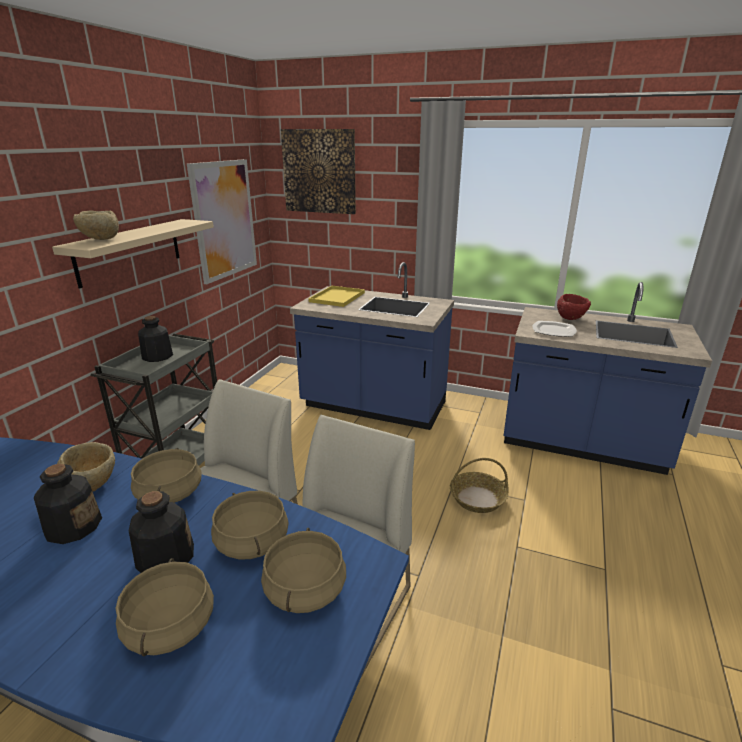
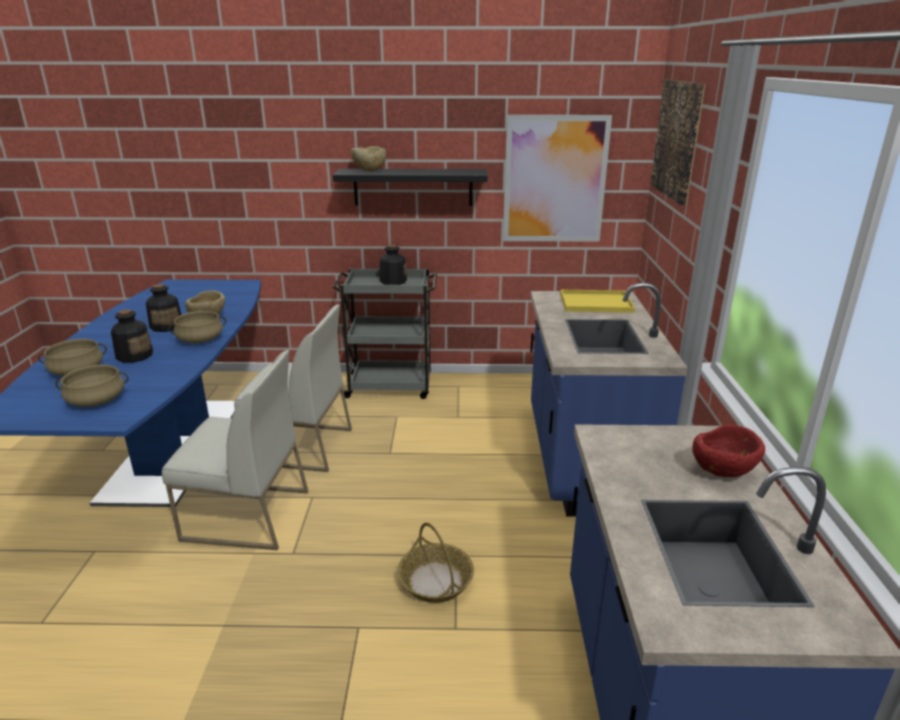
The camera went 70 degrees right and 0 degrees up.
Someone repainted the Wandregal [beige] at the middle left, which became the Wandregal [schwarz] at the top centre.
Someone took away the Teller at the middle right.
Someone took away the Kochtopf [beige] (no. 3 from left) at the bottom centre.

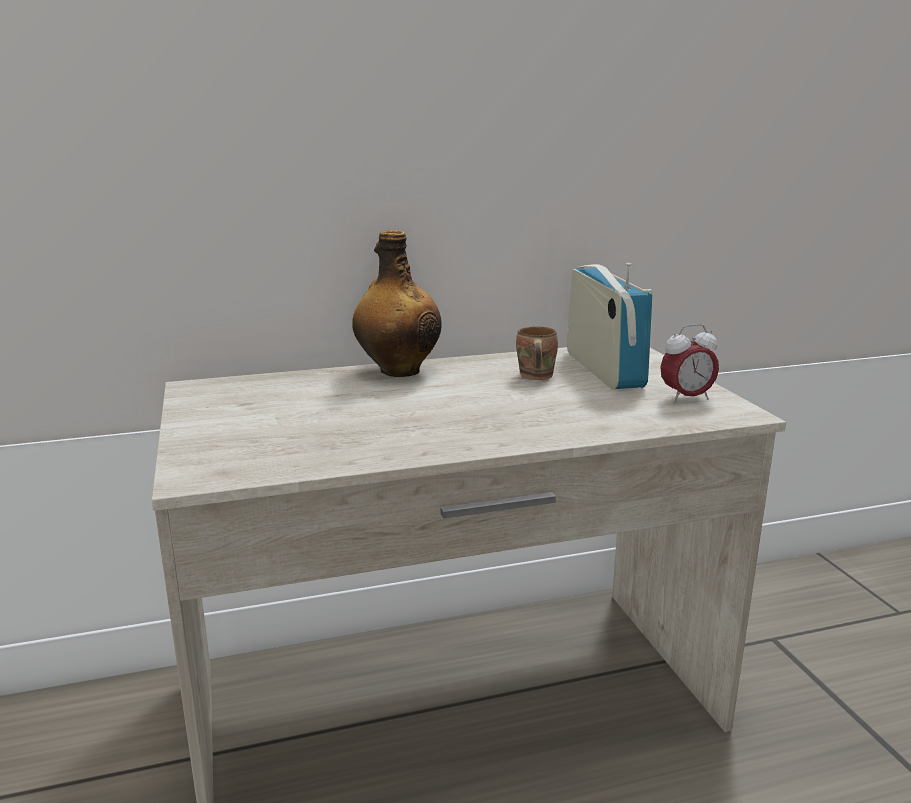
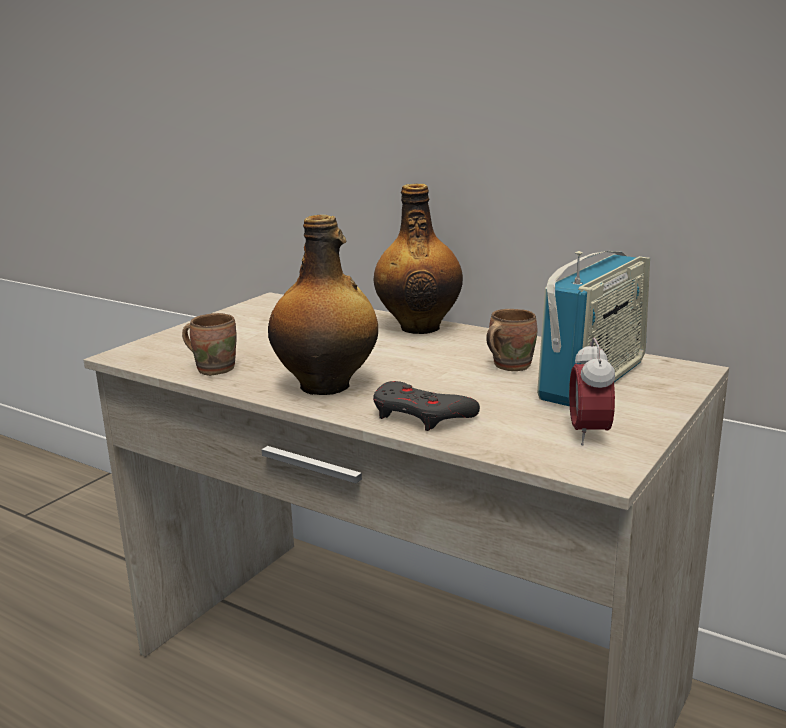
The camera went 50 degrees right and 0 degrees up.
Someone rotated the Wecker at the middle right by 60 degrees clockwise.
Someone put down the Flasche (no. 1 from left) at the centre.
Someone put down the Henkelbecher [braun] (no. 1 from left) at the middle left.
Someone put down the Gamepad [grau] at the centre.

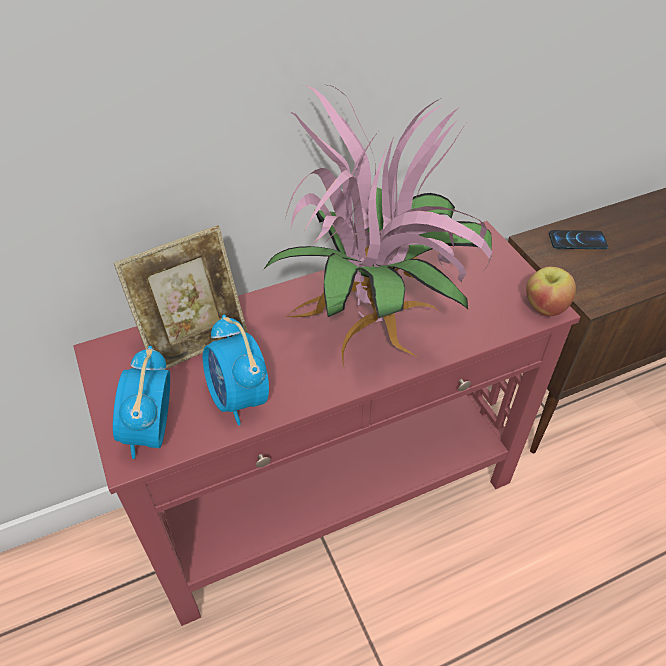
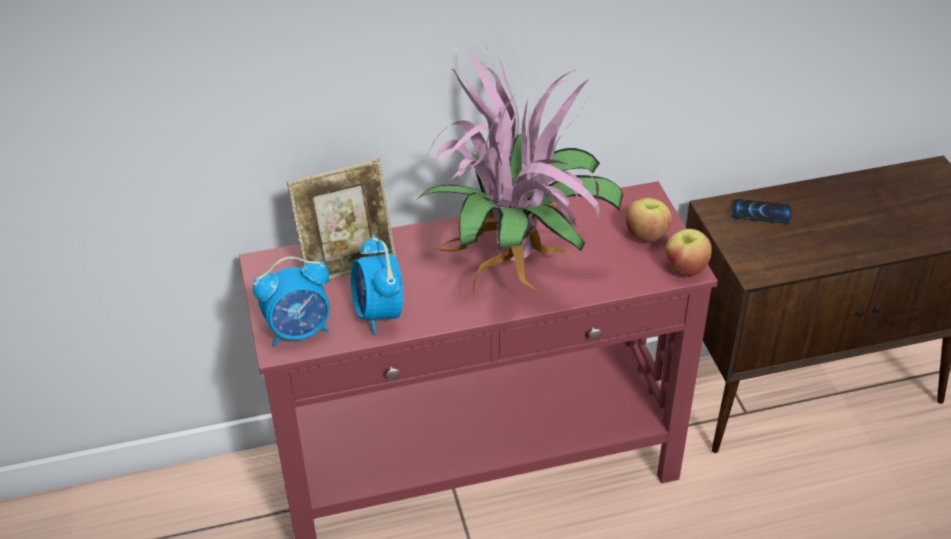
The camera went 10 degrees right and 5 degrees down.
Someone rotated the Wecker (no. 1 from left) at the middle left by 120 degrees counterclockwise.
Someone put down the Apfel (no. 1 from left) at the middle right.

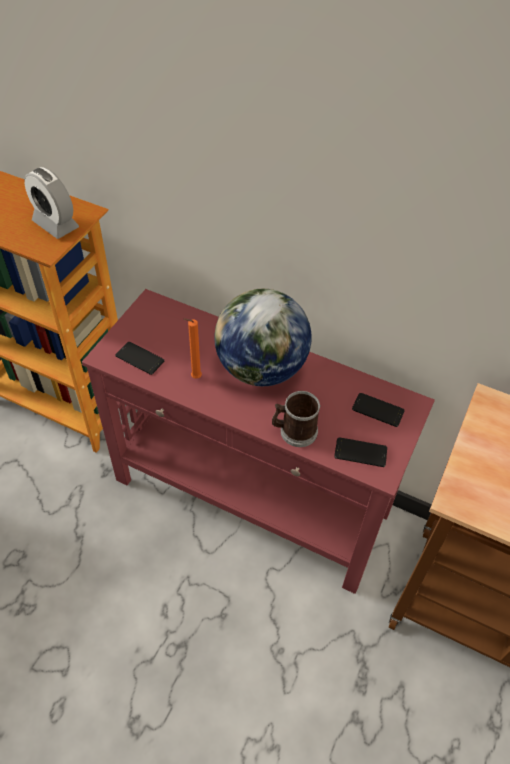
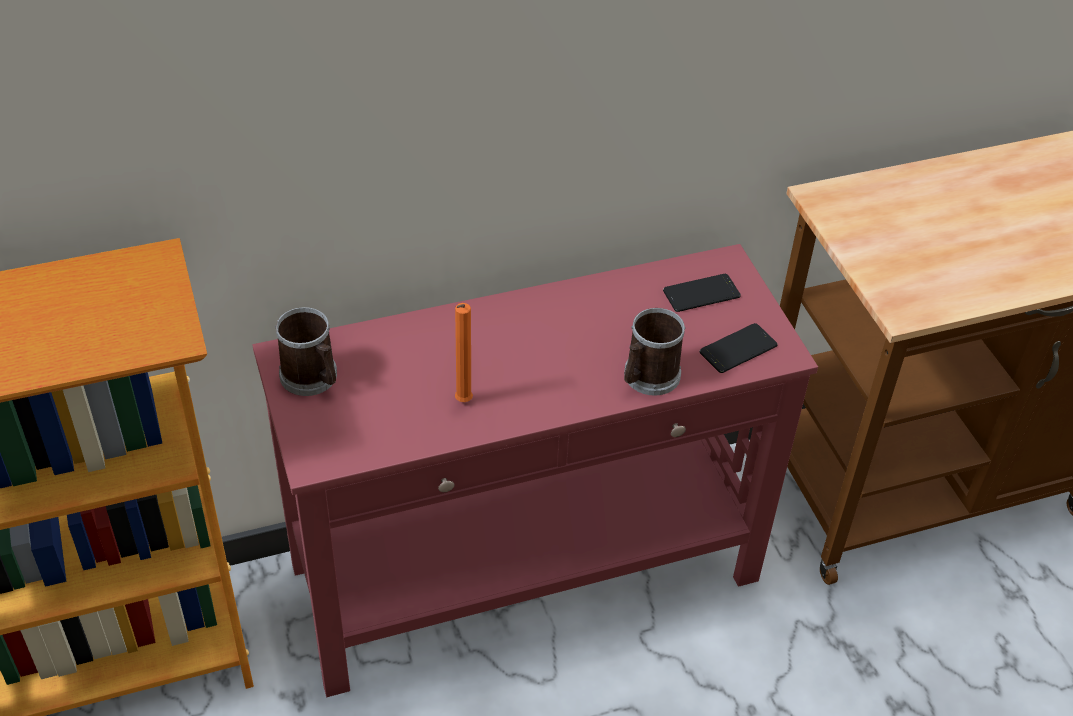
The camera went 45 degrees left and 5 degrees down.
Someone took away the Wecker at the top left.
Someone took away the Globus at the centre.
Someone took away the Handy (no. 1 from left) at the middle left.
Someone put down the Henkelbecher (no. 1 from left) at the middle left.

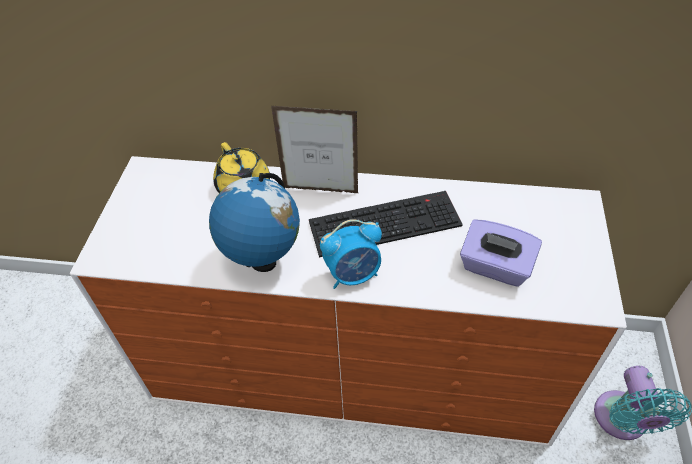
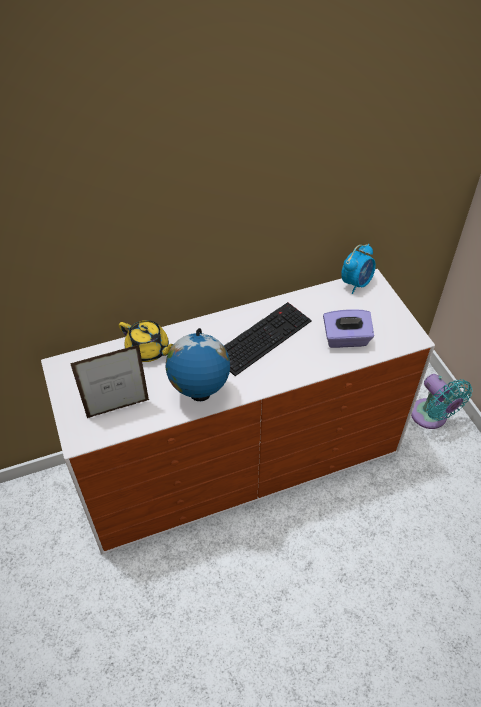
The camera went 30 degrees left and 0 degrees up.
Someone carried the Bilderrahmen from the top centre to the middle left.
Someone carried the Wecker from the centre to the middle right.

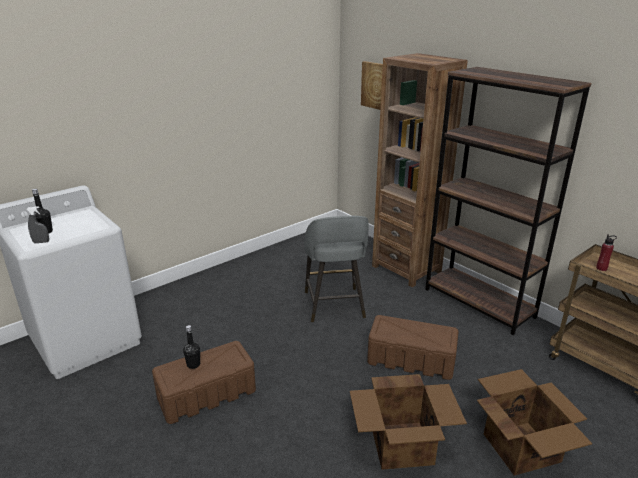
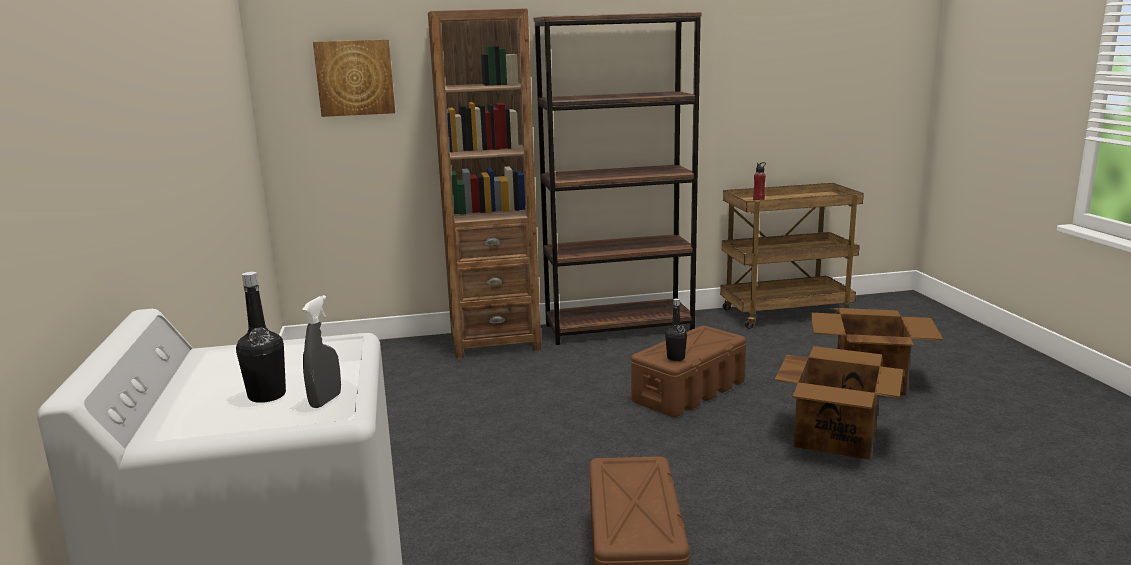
The camera went 60 degrees left and 10 degrees down.
Someone took away the Hocker [grau] at the centre.
Someone carried the Flasche [schwarz] (no. 2 from left) from the bottom left to the centre.

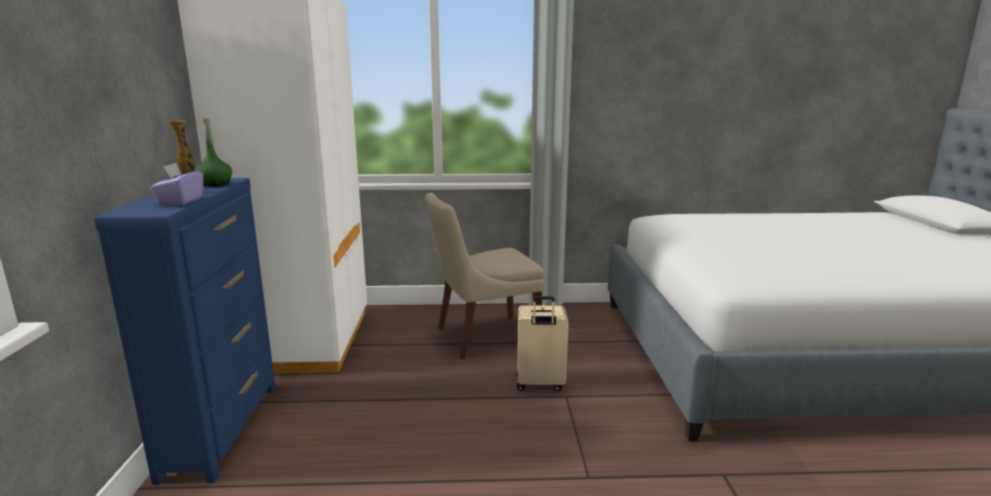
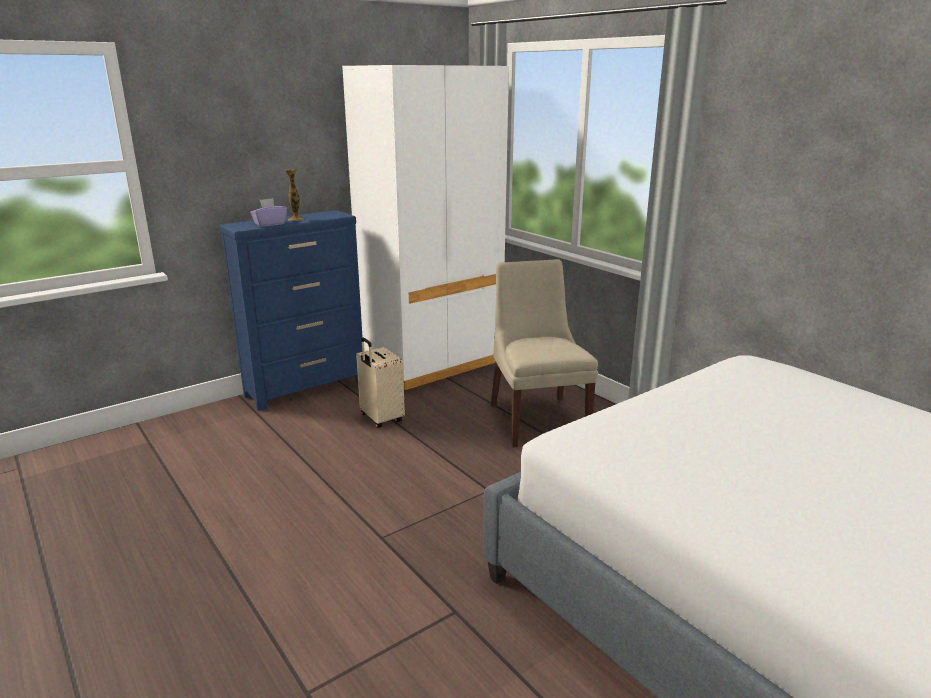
The camera went 55 degrees right and 5 degrees up.
Someone took away the Flasche [grün] at the top left.
Someone rotated the Stuhl [beige] at the centre by 45 degrees clockwise.
Someone carried the Koffer [beige] from the bottom centre to the centre.

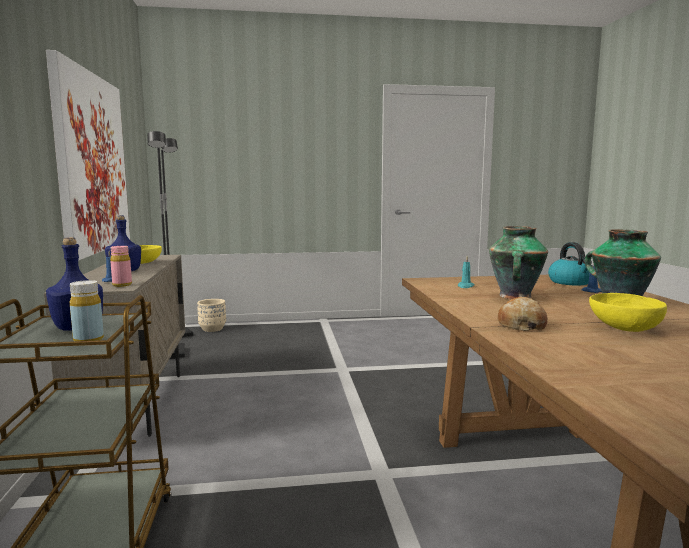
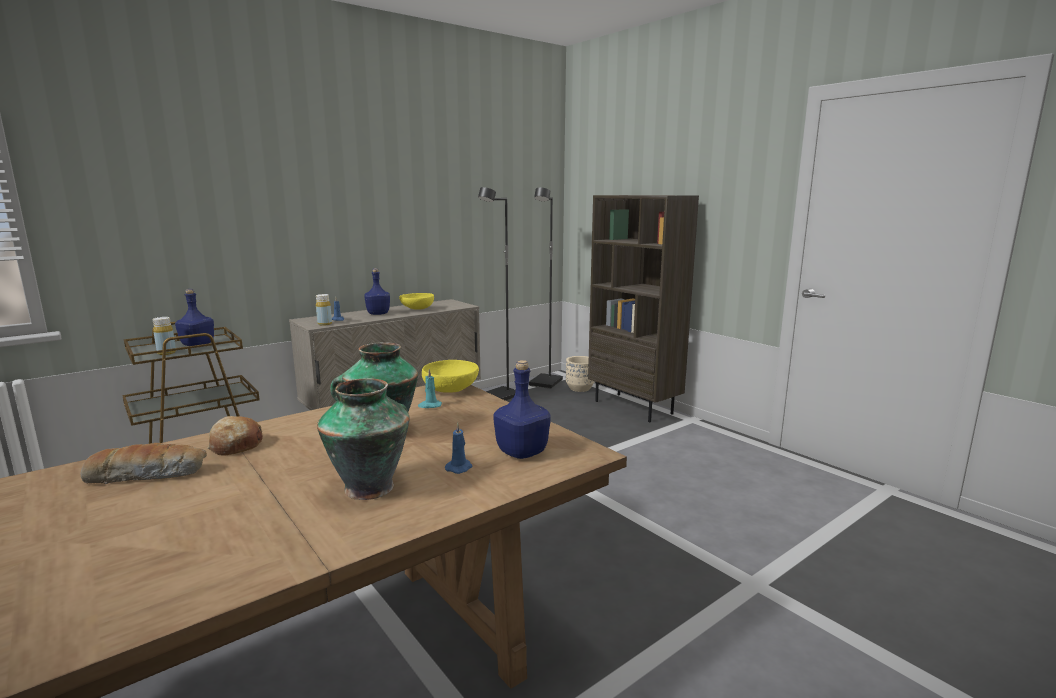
The camera went 60 degrees right and 5 degrees up.
Someone took away the Bild at the top left.
Someone swapped the Wasserkessel at the middle right for the Flasche [blau] (no. 3 from left) at the centre.
Someone repainted the Flasche [rosa] at the middle left, which became the Flasche [gelb] (no. 2 from left) at the middle left.
Someone carried the Schüssel [gelb] (no. 2 from left) from the middle right to the centre.
Someone put down the Bücherregal [braun] at the centre.
Someone put down the Brot (no. 1 from left) at the middle left.

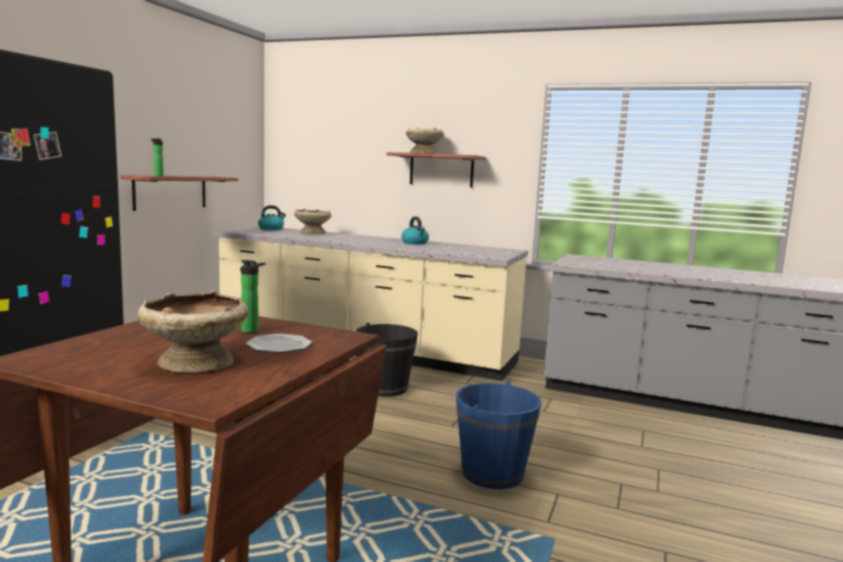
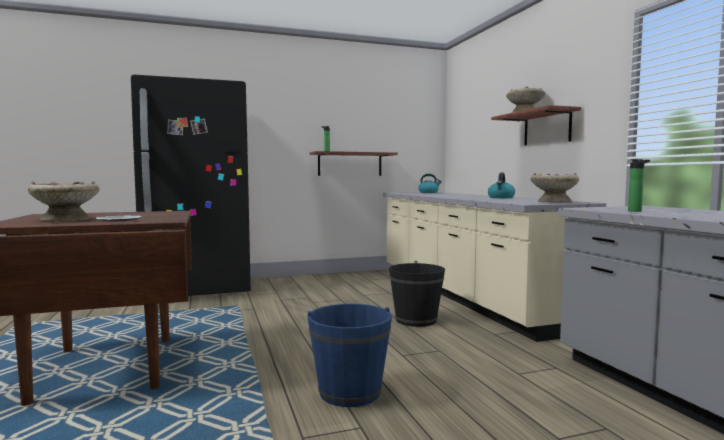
The camera went 50 degrees right and 5 degrees down.
Someone carried the Schüssel [beige] (no. 2 from left in the first image) from the centre to the middle right.
Someone carried the Flasche (no. 2 from left) from the middle left to the middle right.

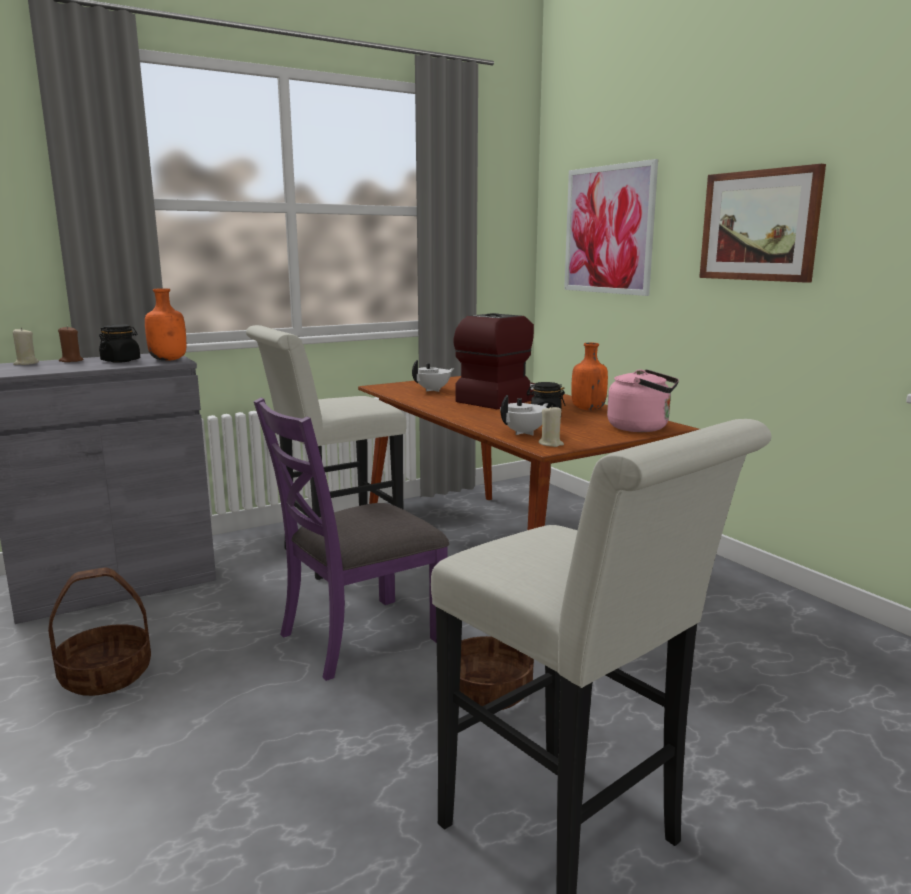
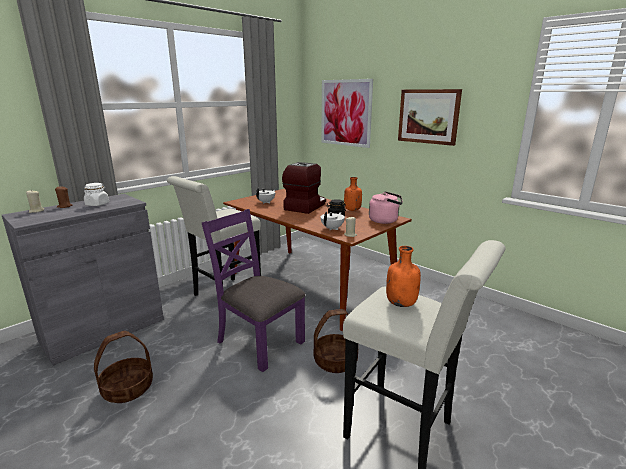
The camera went 15 degrees left and 5 degrees up.
Someone carried the Flasche [orange] (no. 1 from left in the first image) from the middle left to the centre.
Someone repainted the Vorratsglas [schwarz] (no. 1 from left) at the middle left, which became the Vorratsglas [weiß] at the middle left.
Someone rotated the Stuhl [lila] at the centre by 90 degrees clockwise.

